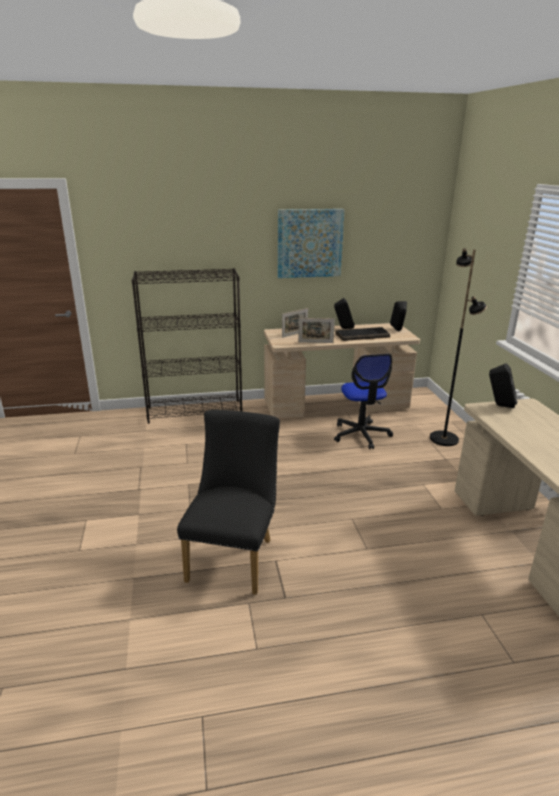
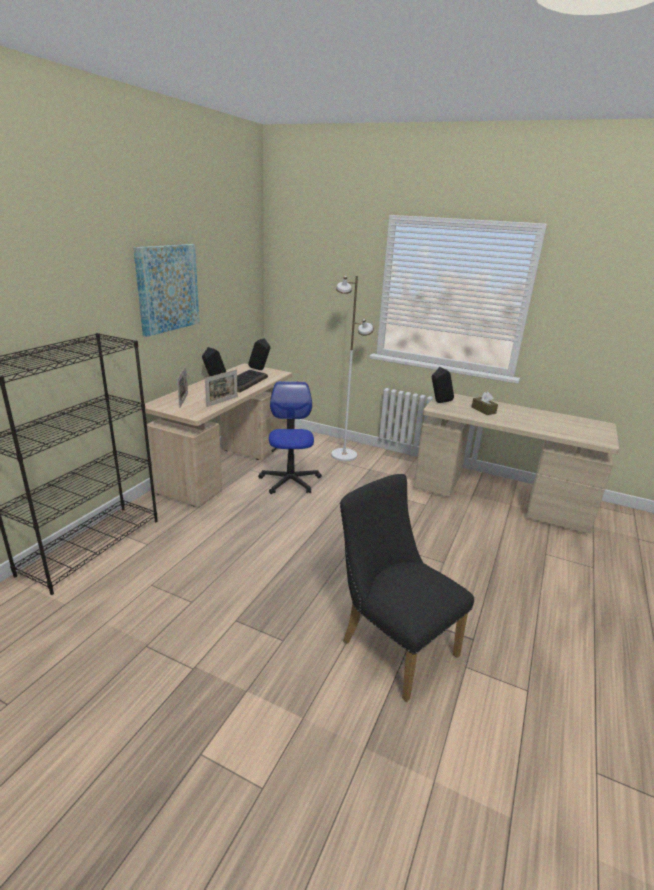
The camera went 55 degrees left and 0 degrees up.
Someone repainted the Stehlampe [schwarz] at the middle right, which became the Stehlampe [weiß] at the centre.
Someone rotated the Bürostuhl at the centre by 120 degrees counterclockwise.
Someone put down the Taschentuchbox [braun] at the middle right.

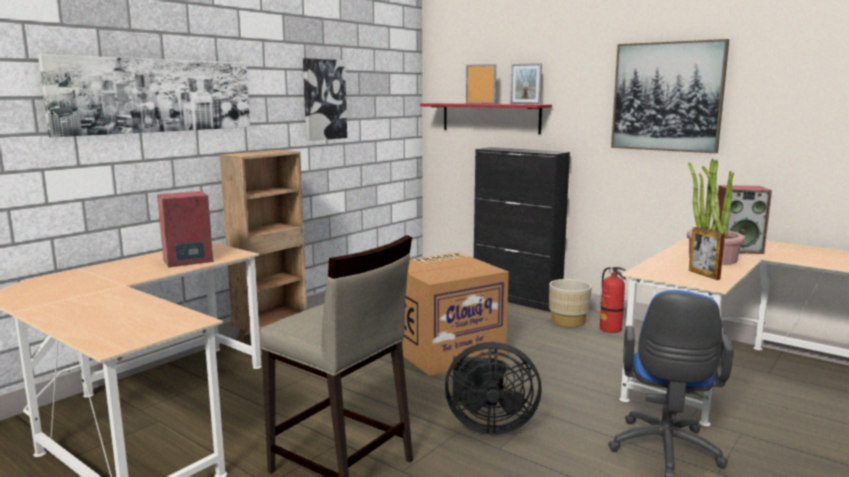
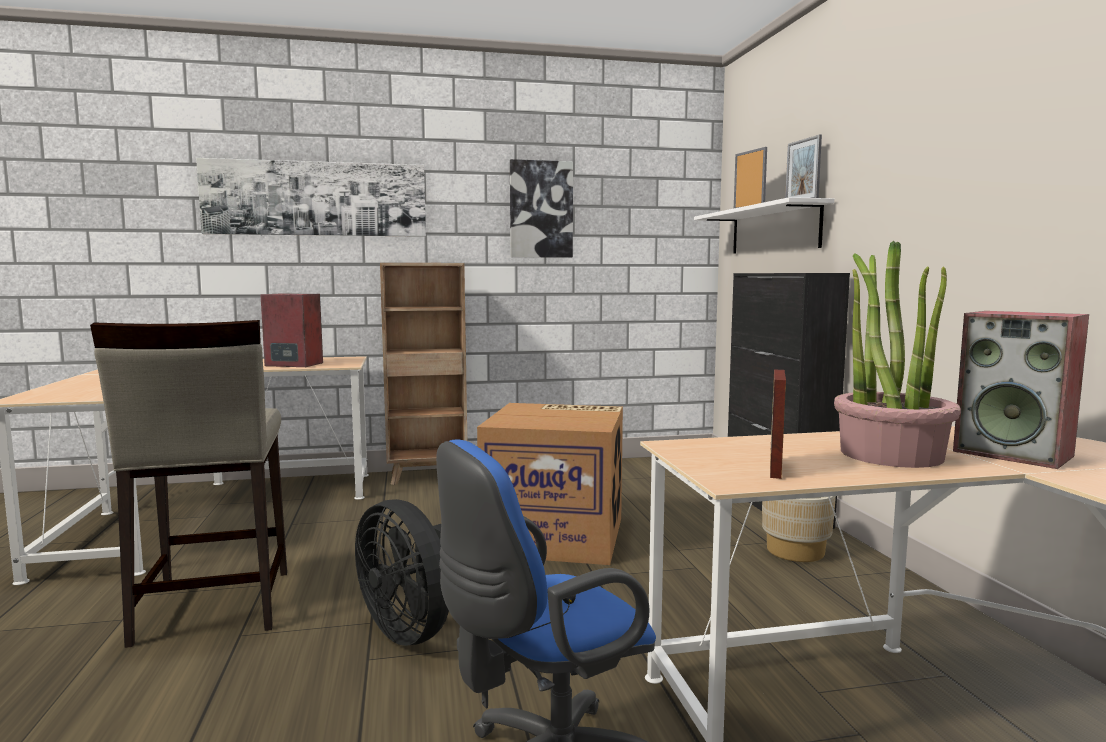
The camera went 40 degrees right and 5 degrees down.
Someone took away the Bild (no. 3 from left) at the top right.
Someone repainted the Wandregal [rot] at the top centre, which became the Wandregal [weiß] at the top right.
Someone took away the Feuerlöscher at the middle right.

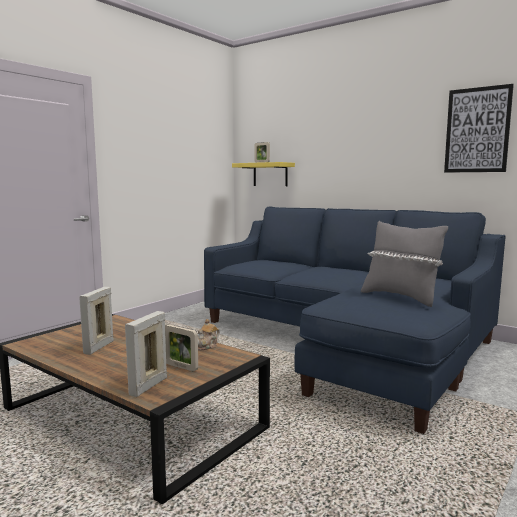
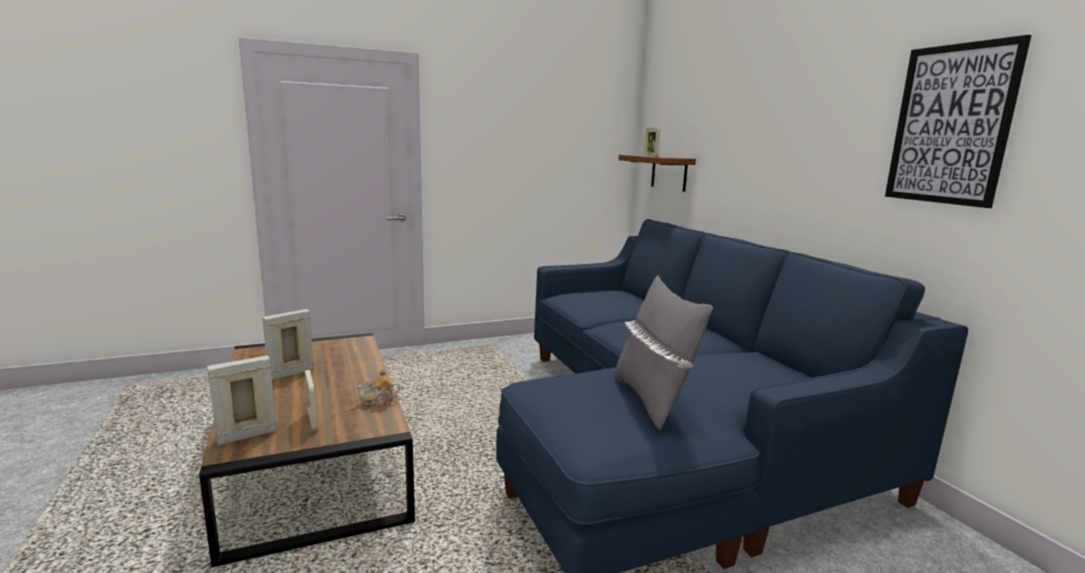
The camera went 30 degrees right and 5 degrees up.
Someone repainted the Wandregal [gelb] at the centre, which became the Wandregal [braun] at the top centre.

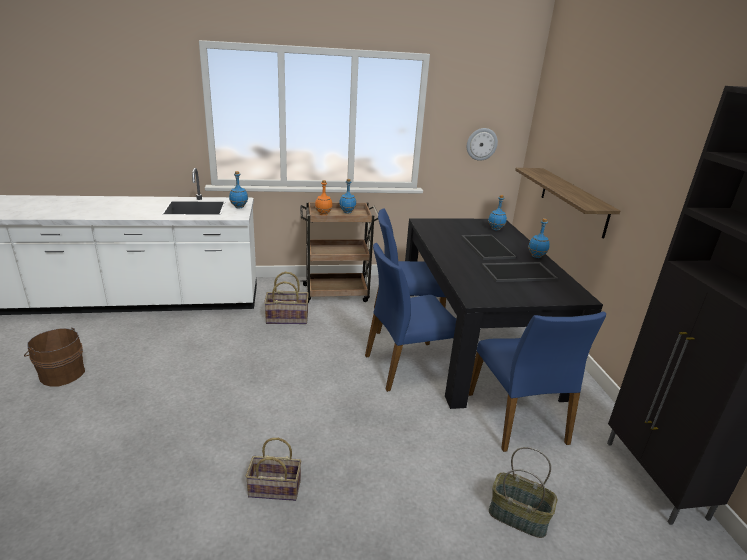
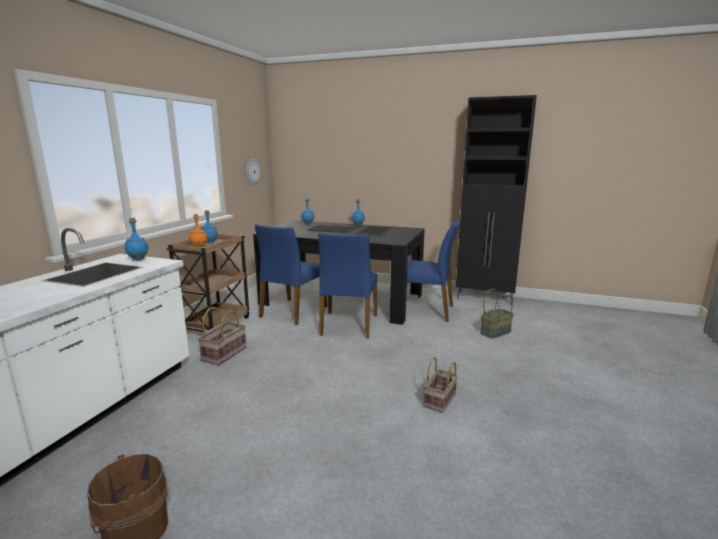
The camera went 60 degrees left and 10 degrees down.
Someone took away the Wandregal at the middle right.

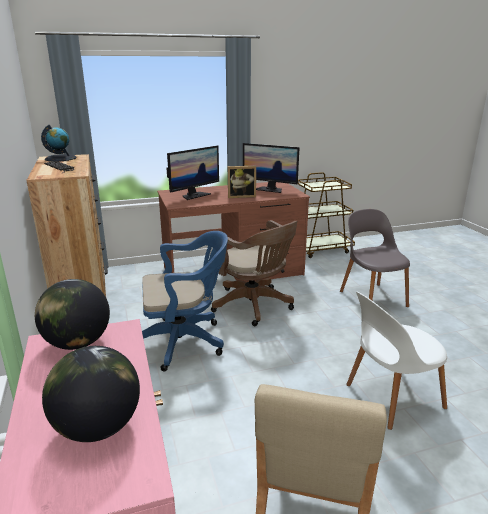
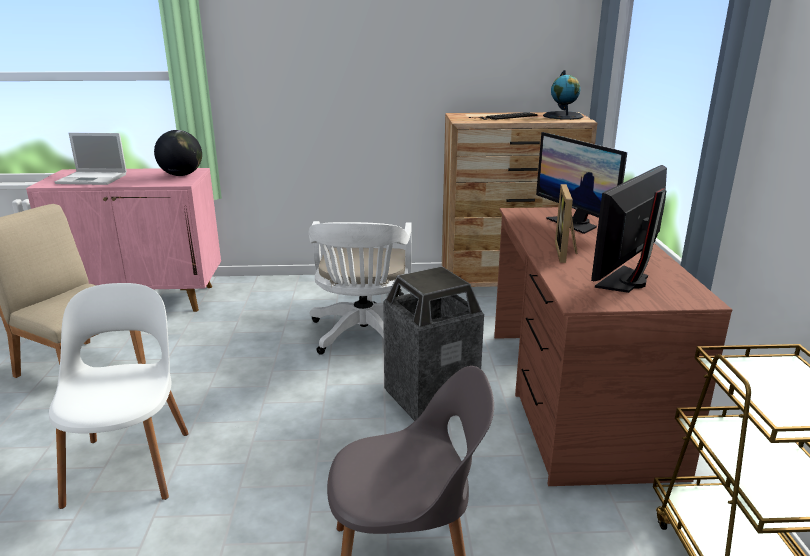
The camera went 105 degrees right and 0 degrees up.
Someone swapped the Bürostuhl [braun] at the centre for the Mülleimer at the centre.
Someone repainted the Bürostuhl [blau] at the centre, which became the Bürostuhl [weiß] at the centre.
Someone swapped the Globus (no. 3 from left) at the bottom left for the Laptop at the top left.

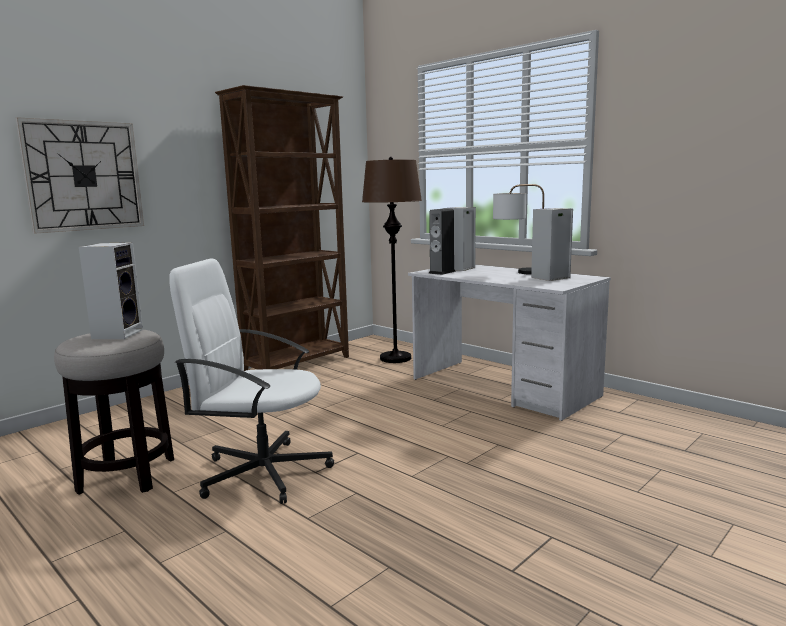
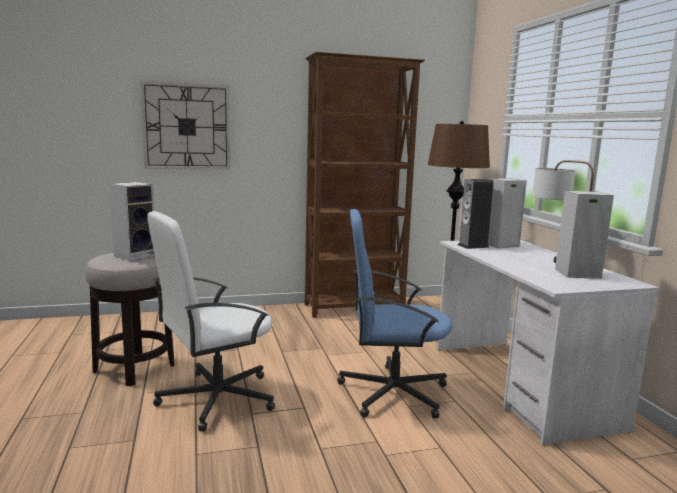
The camera went 30 degrees right and 0 degrees up.
Someone rotated the Bürostuhl [weiß] at the middle left by 75 degrees counterclockwise.
Someone put down the Bürostuhl [blau] at the centre.

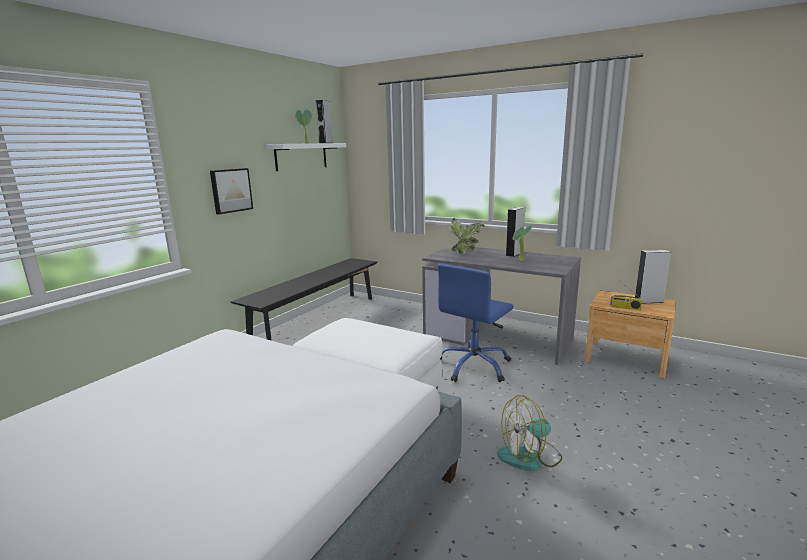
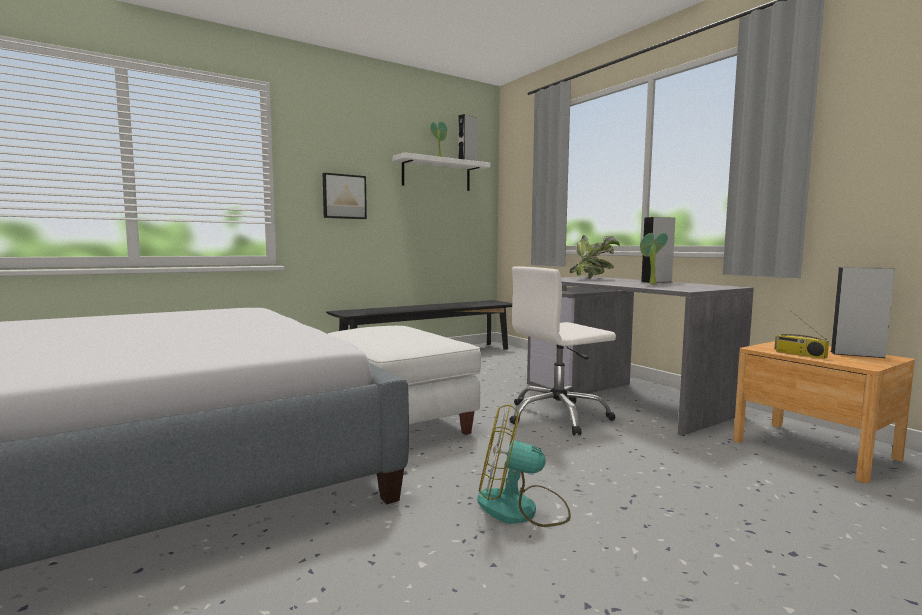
The camera went 25 degrees right and 10 degrees down.
Someone repainted the Bürostuhl [blau] at the centre, which became the Bürostuhl [weiß] at the centre.

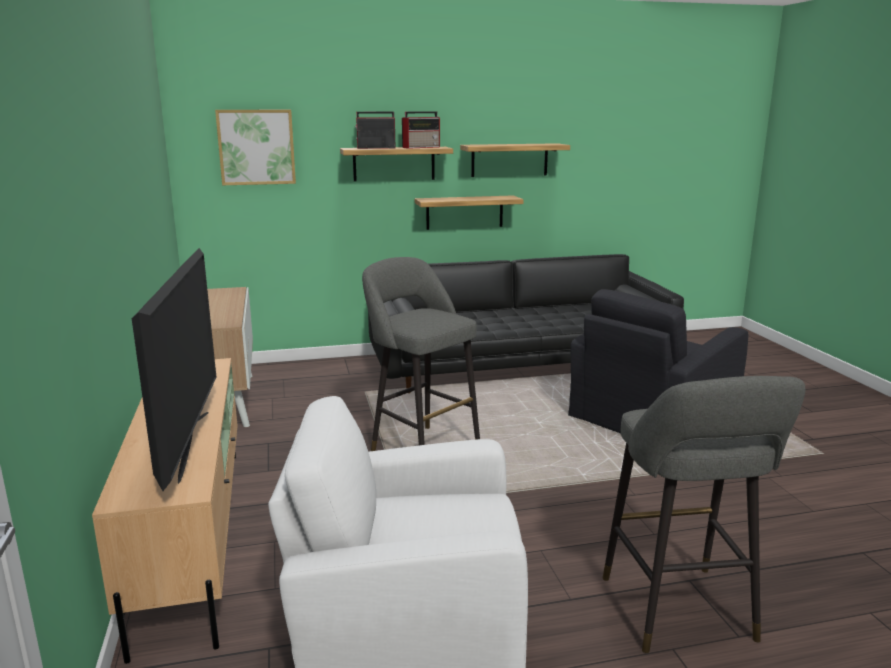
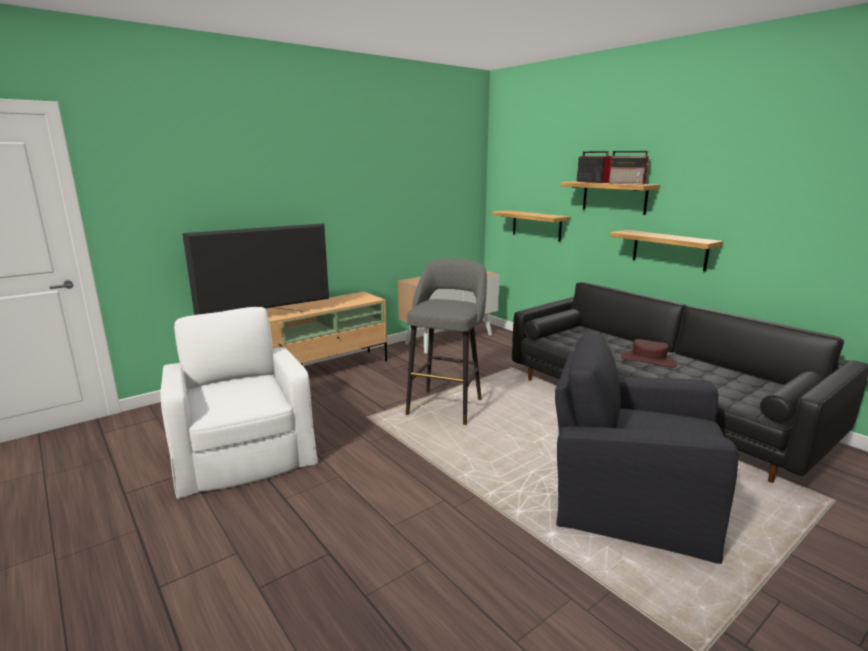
The camera went 65 degrees right and 0 degrees up.
Someone took away the Bild at the top left.
Someone carried the Wandregal (no. 3 from left in the first image) from the top centre to the centre.
Someone took away the Hocker [grau] (no. 2 from left) at the bottom right.
Someone put down the Hut [braun] at the middle right.

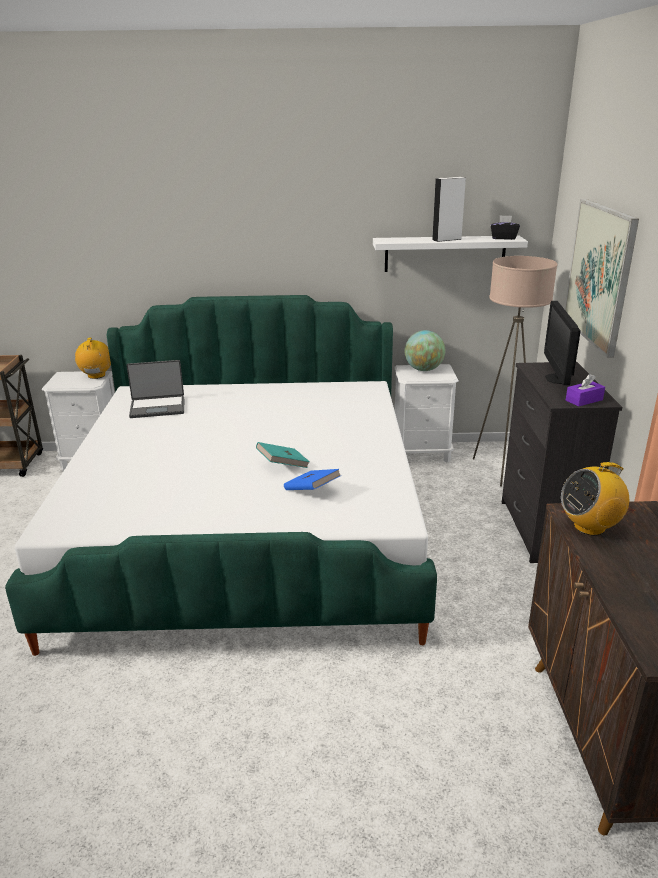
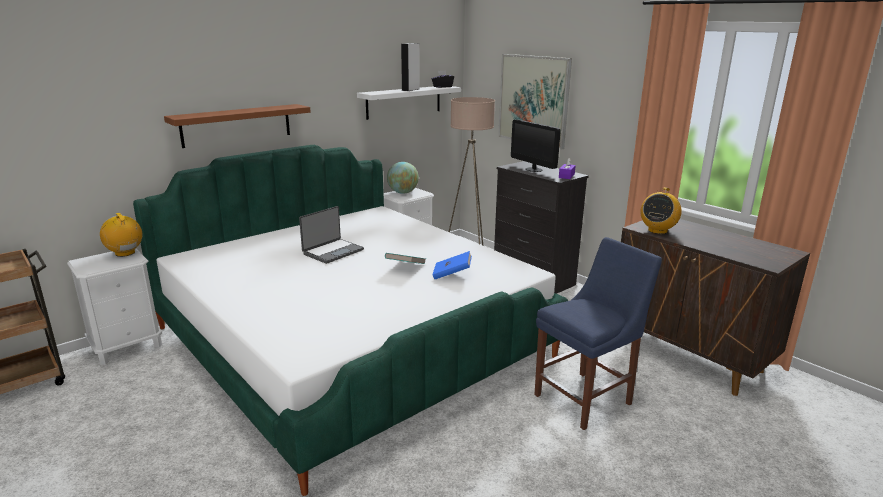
The camera went 40 degrees left and 5 degrees down.
Someone carried the Laptop from the middle left to the centre.
Someone put up the Wandregal [braun] at the top left.
Someone put down the Stuhl [blau] at the bottom right.

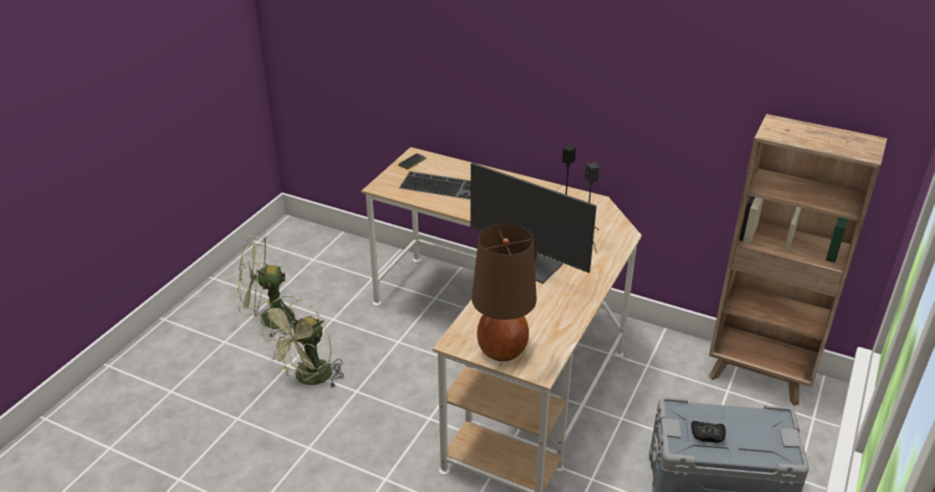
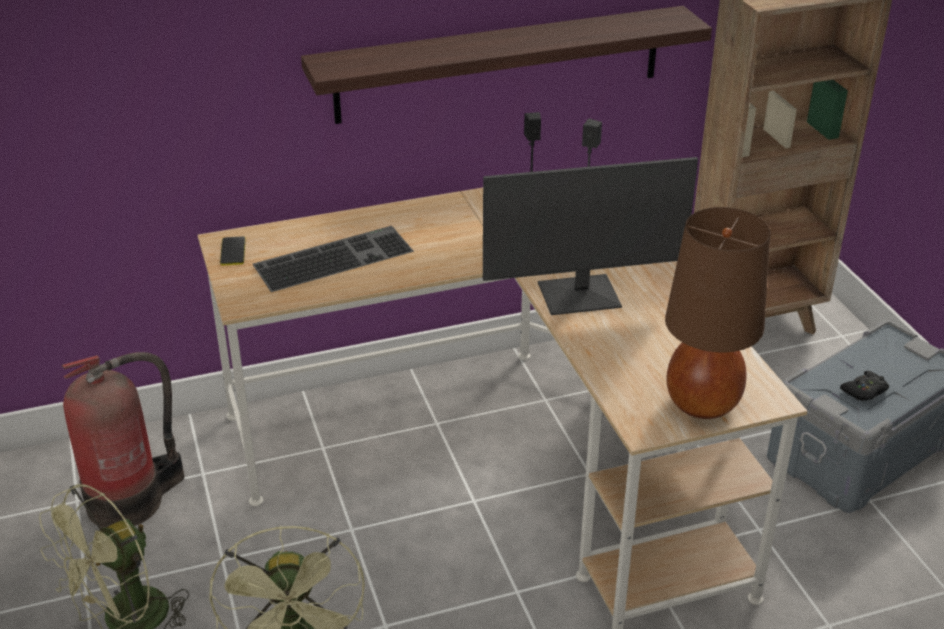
The camera went 45 degrees left and 0 degrees up.
Someone put up the Wandregal at the top centre.
Someone put down the Feuerlöscher at the bottom left.

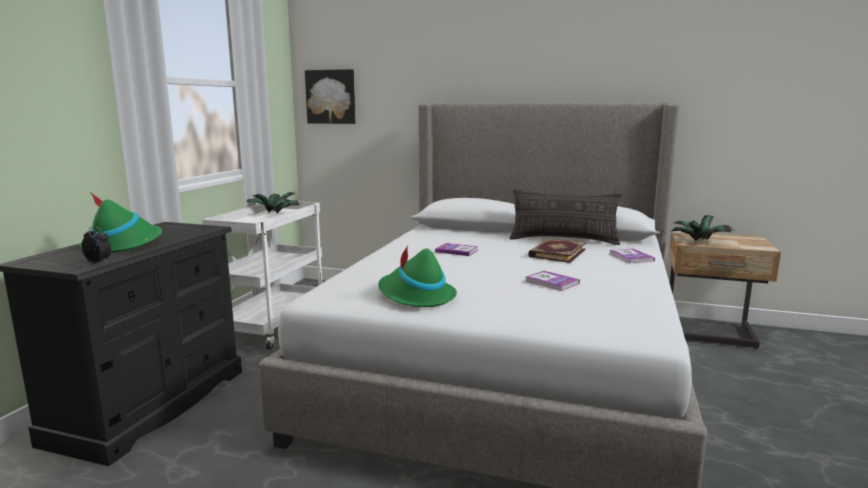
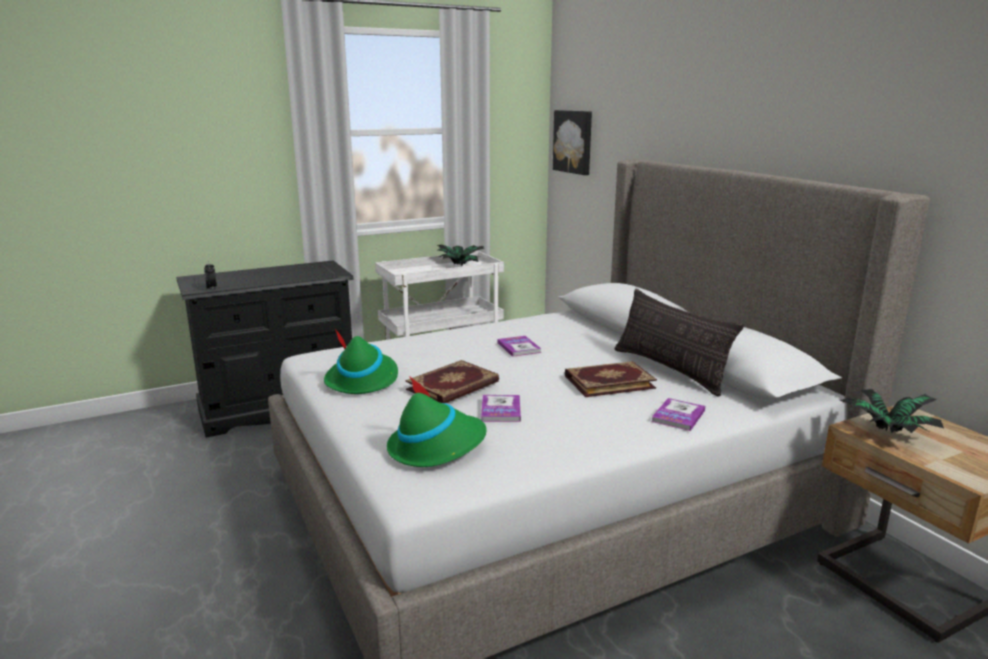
The camera went 45 degrees right and 5 degrees up.
Someone carried the Hut [grün] (no. 1 from left in the first image) from the middle left to the centre.
Someone put down the Buch (no. 1 from left) at the centre.

